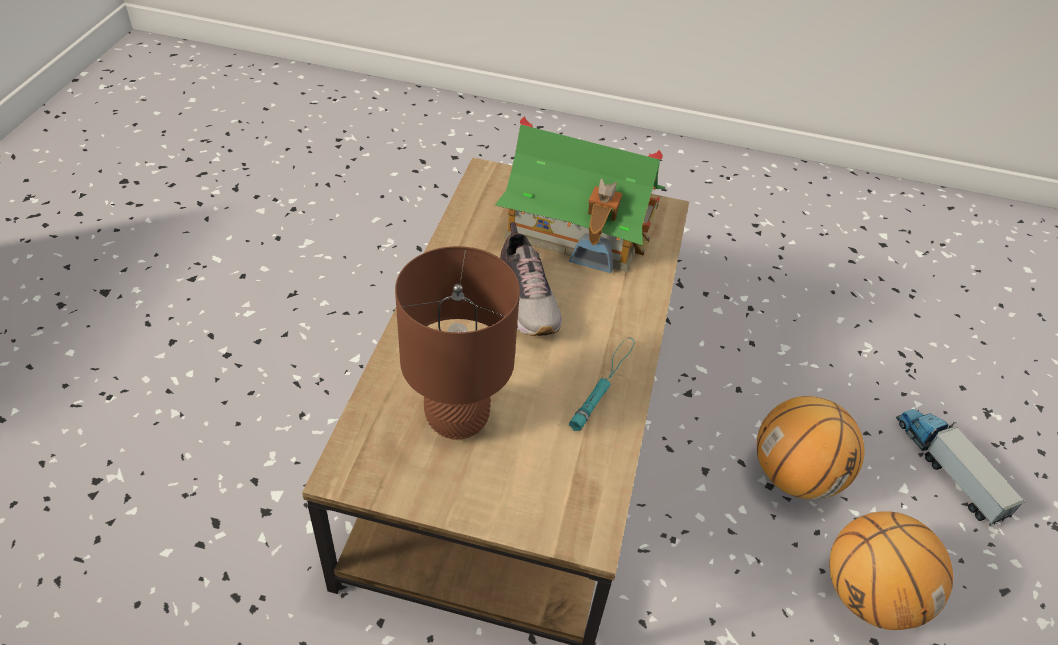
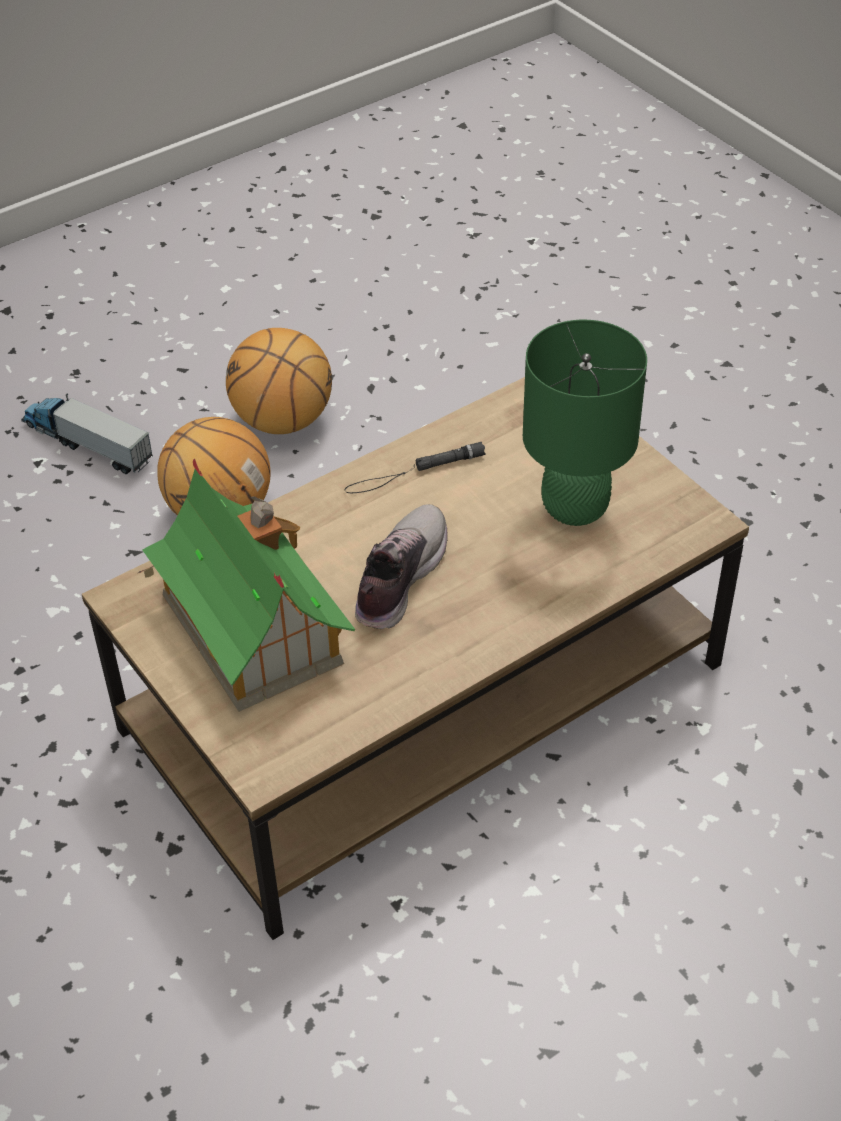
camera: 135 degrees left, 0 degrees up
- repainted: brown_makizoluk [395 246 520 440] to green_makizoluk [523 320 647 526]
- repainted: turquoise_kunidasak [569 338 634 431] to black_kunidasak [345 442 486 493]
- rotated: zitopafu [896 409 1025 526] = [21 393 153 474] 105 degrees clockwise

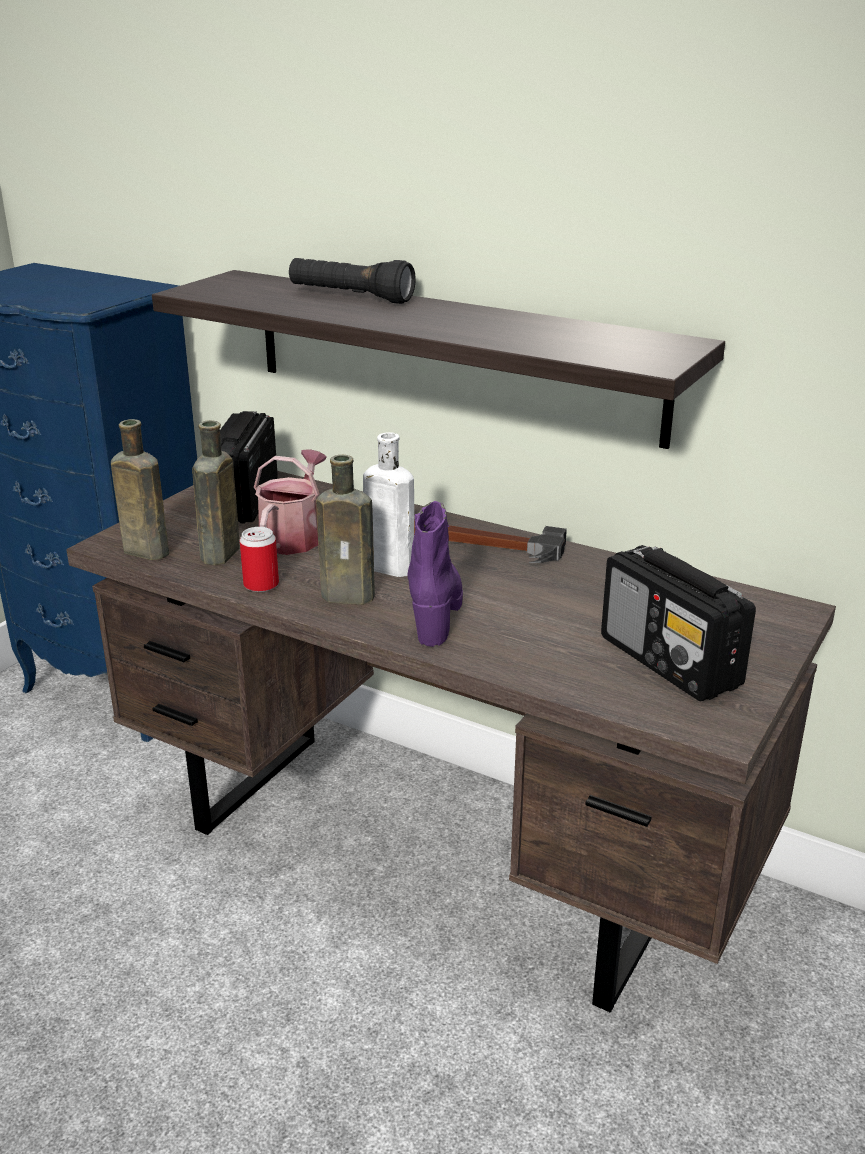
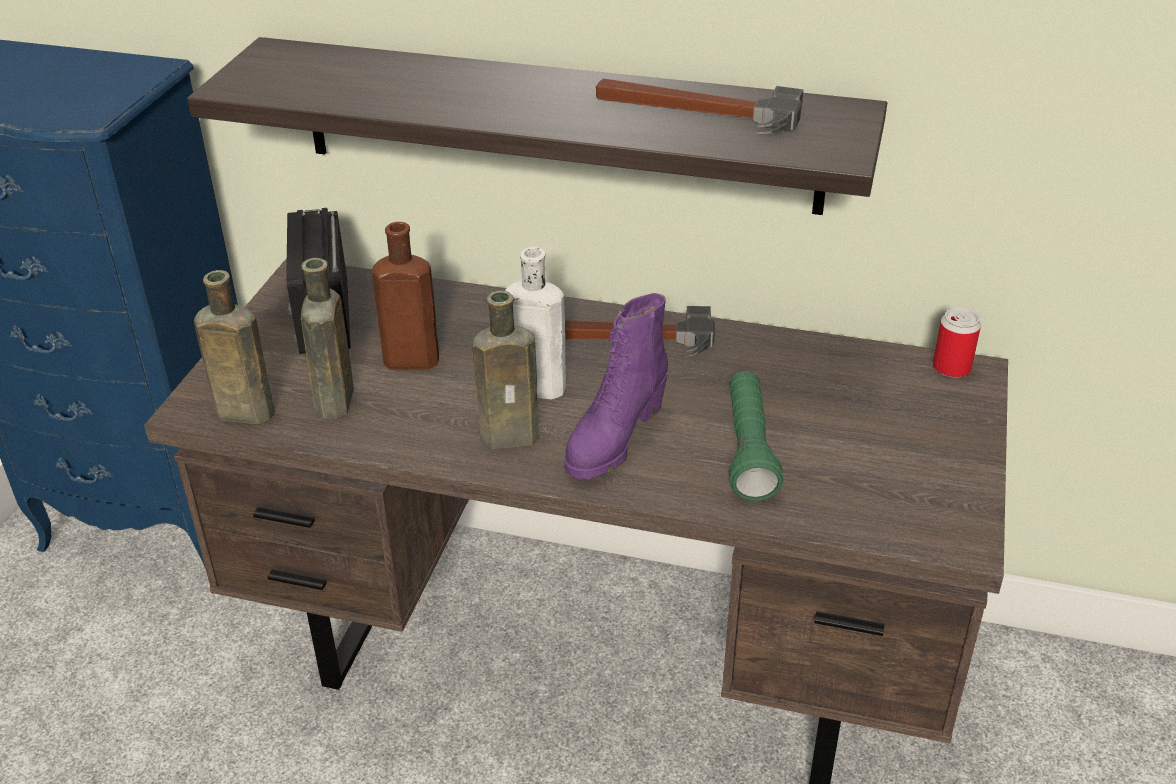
camera: 15 degrees left, 10 degrees up
- shifted: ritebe [239 527 279 592] to [933 307 981 378]
- swapped: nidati [254 449 327 555] to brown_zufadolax [372 222 439 370]
- gone: black_kunidasak [289 258 416 304]
- rotated: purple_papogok [408 501 463 647] = [564 293 668 479] 135 degrees counterclockwise
- gone: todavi [601 545 756 702]
- new: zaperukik [596 78 804 134]
- new: green_kunidasak [728 371 784 502]

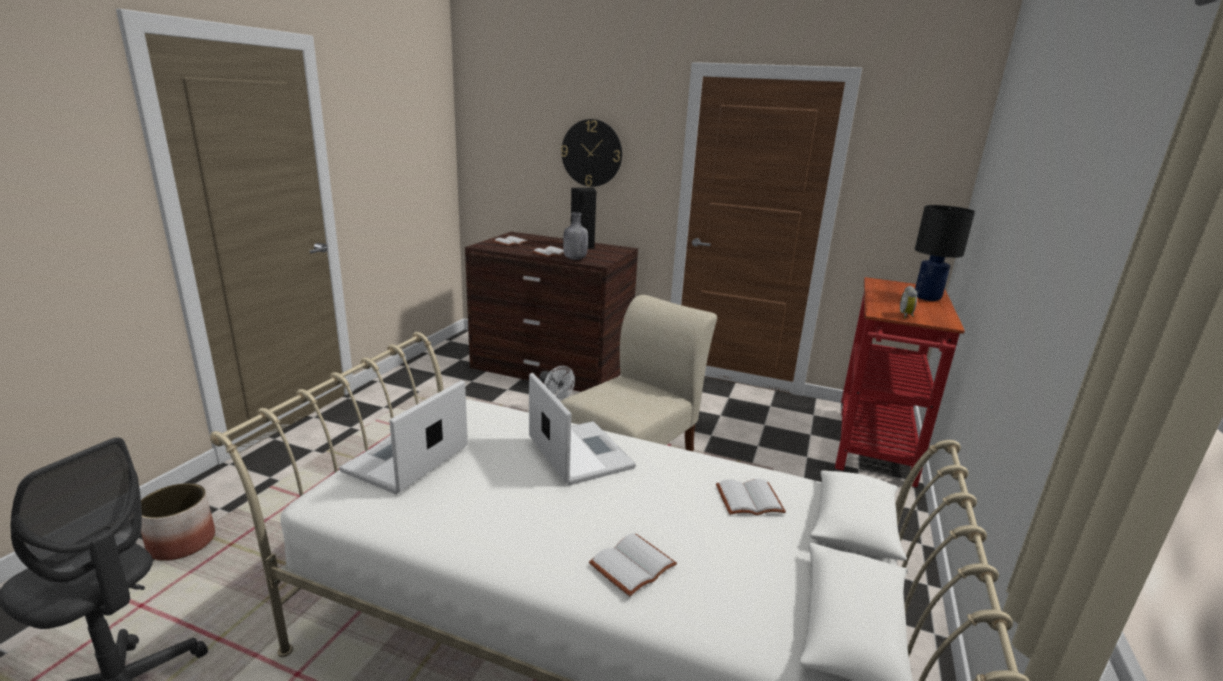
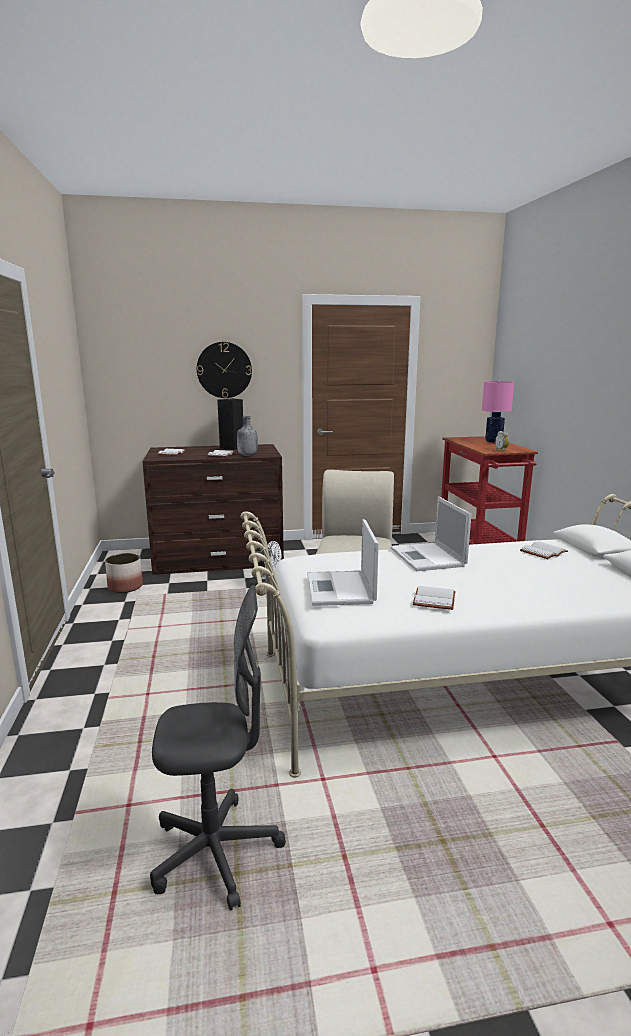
camera: 30 degrees left, 5 degrees down
- shifted: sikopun [141 483 215 561] to [105 553 143 593]
- rotated: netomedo [529 373 636 485] = [390 496 471 571] 135 degrees counterclockwise
- shifted: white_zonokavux [589 533 677 596] to [413 586 455 610]
- repainted: black_makizoluk [915 205 975 301] to pink_makizoluk [482 381 514 443]

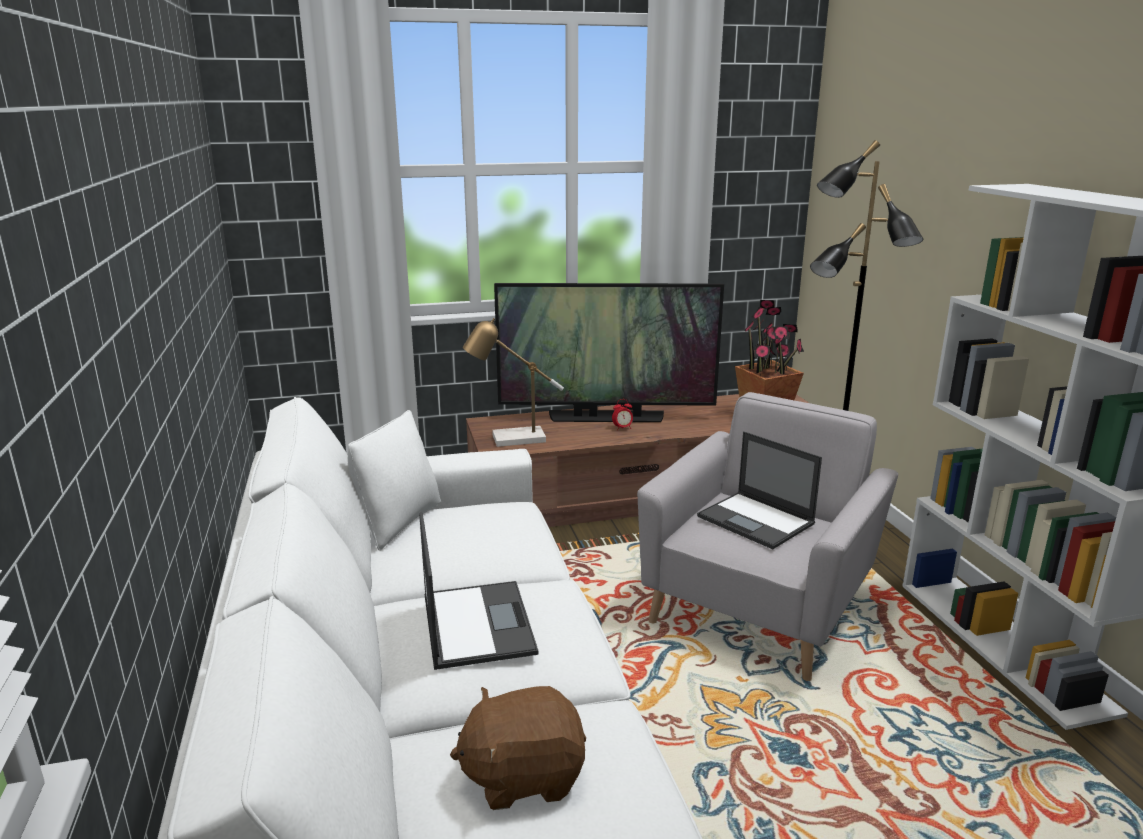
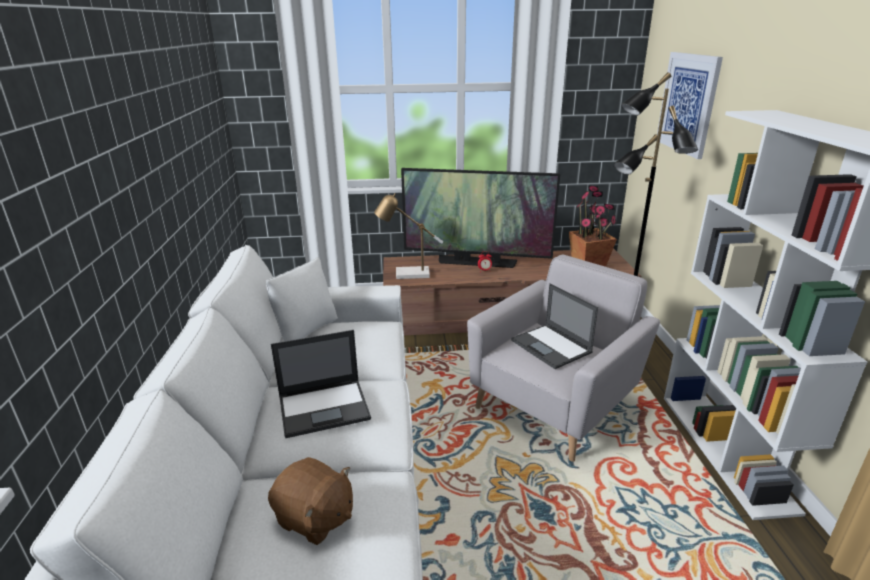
camera: 10 degrees right, 5 degrees up
- rotated: netomedo [419 512 538 670] = [271 330 371 438] 75 degrees clockwise
- rotated: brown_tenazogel [450 686 586 810] = [268 457 353 545] 150 degrees counterclockwise
- new: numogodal [656 52 723 159]

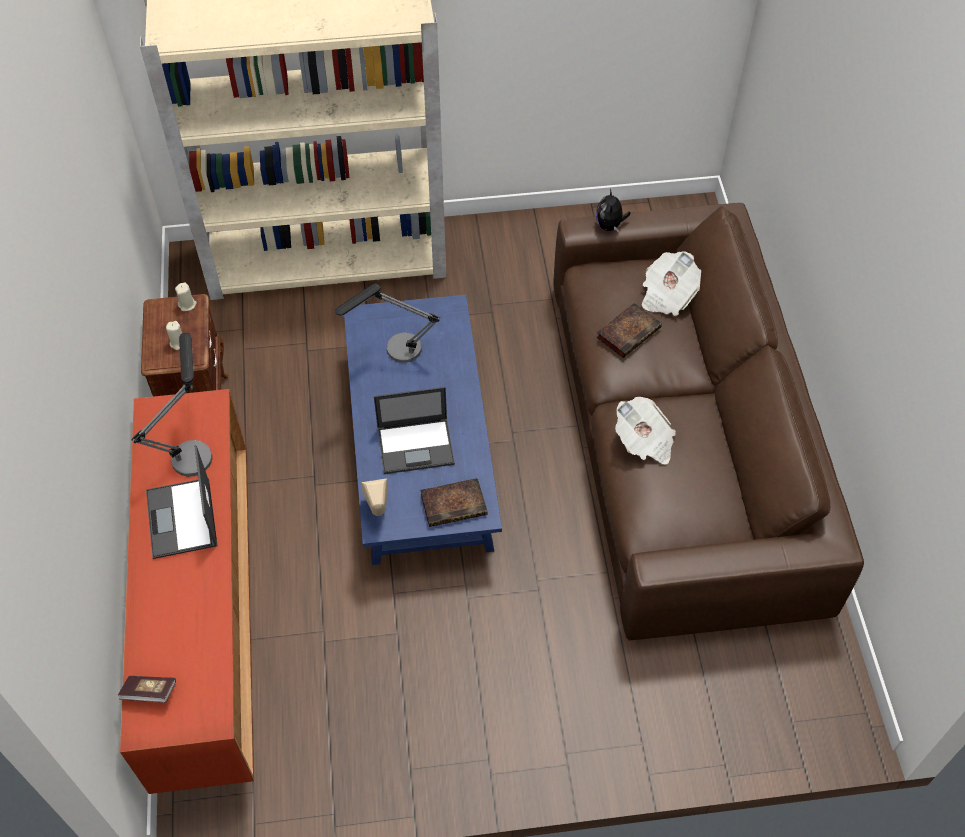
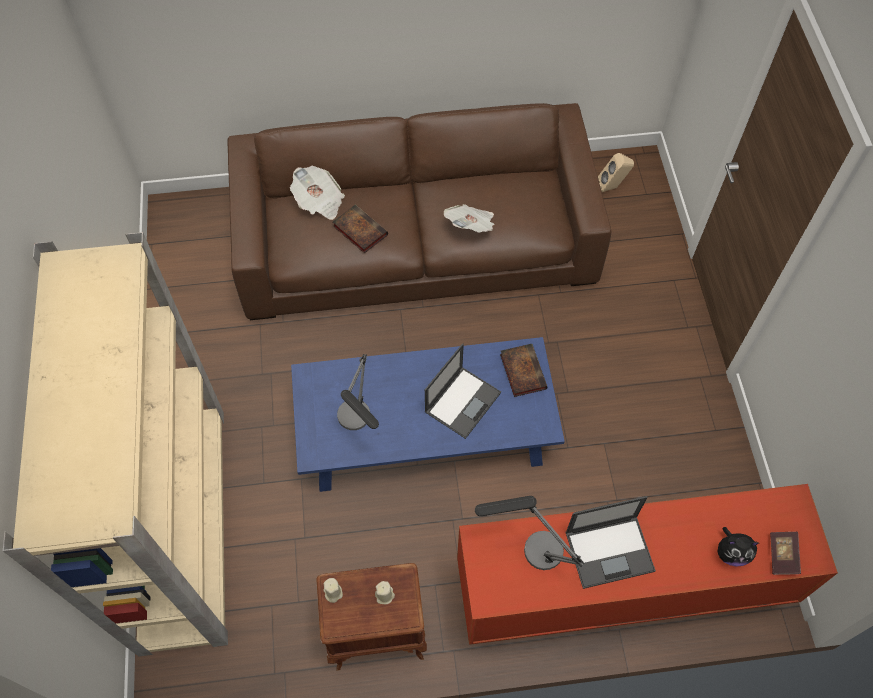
camera: 90 degrees left, 5 degrees up
- shifted: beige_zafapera [362 478 388 516] to [598 153 634 192]
- rotated: netomedo [374 387 455 474] = [425 343 501 439] 45 degrees clockwise
- shifted: tenazogel [596 188 631 233] to [717 527 759 567]

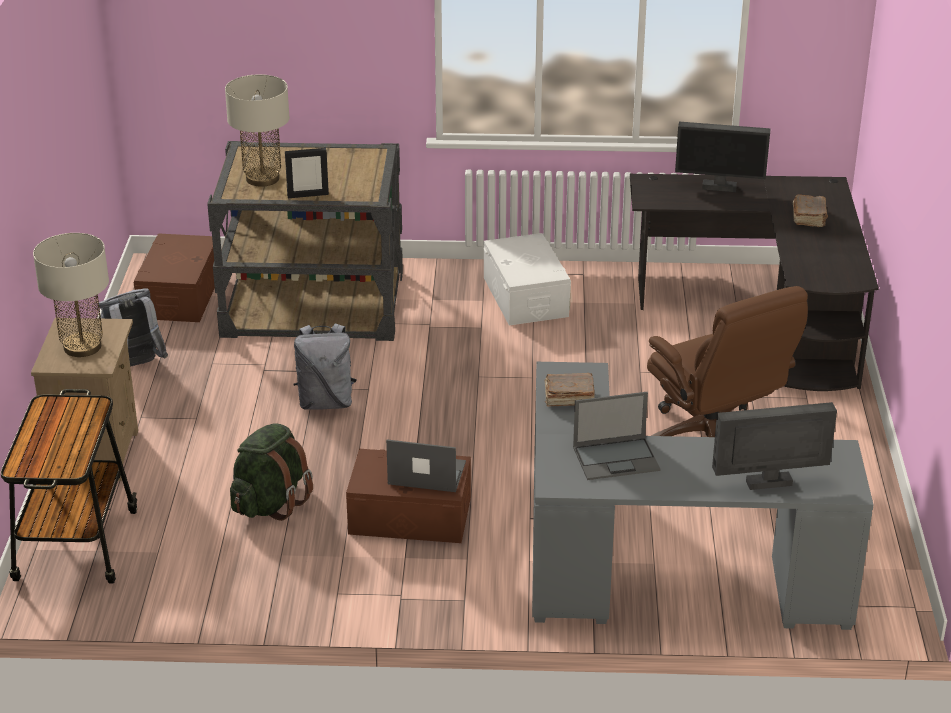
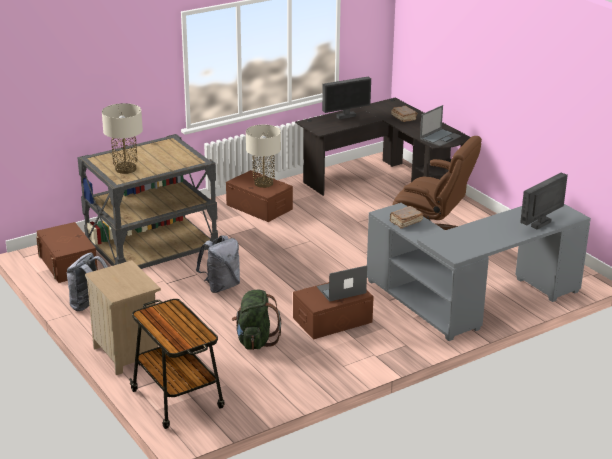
camera: 35 degrees left, 5 degrees down
- shifted: makizoluk [33 233 109 357] to [246 125 281 188]
- gone: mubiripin [285 148 329 198]
- repainted: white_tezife [483 233 571 325] to brown_tezife [226 170 293 222]
- shifted: netomedo [573 392 660 480] to [420 105 461 147]

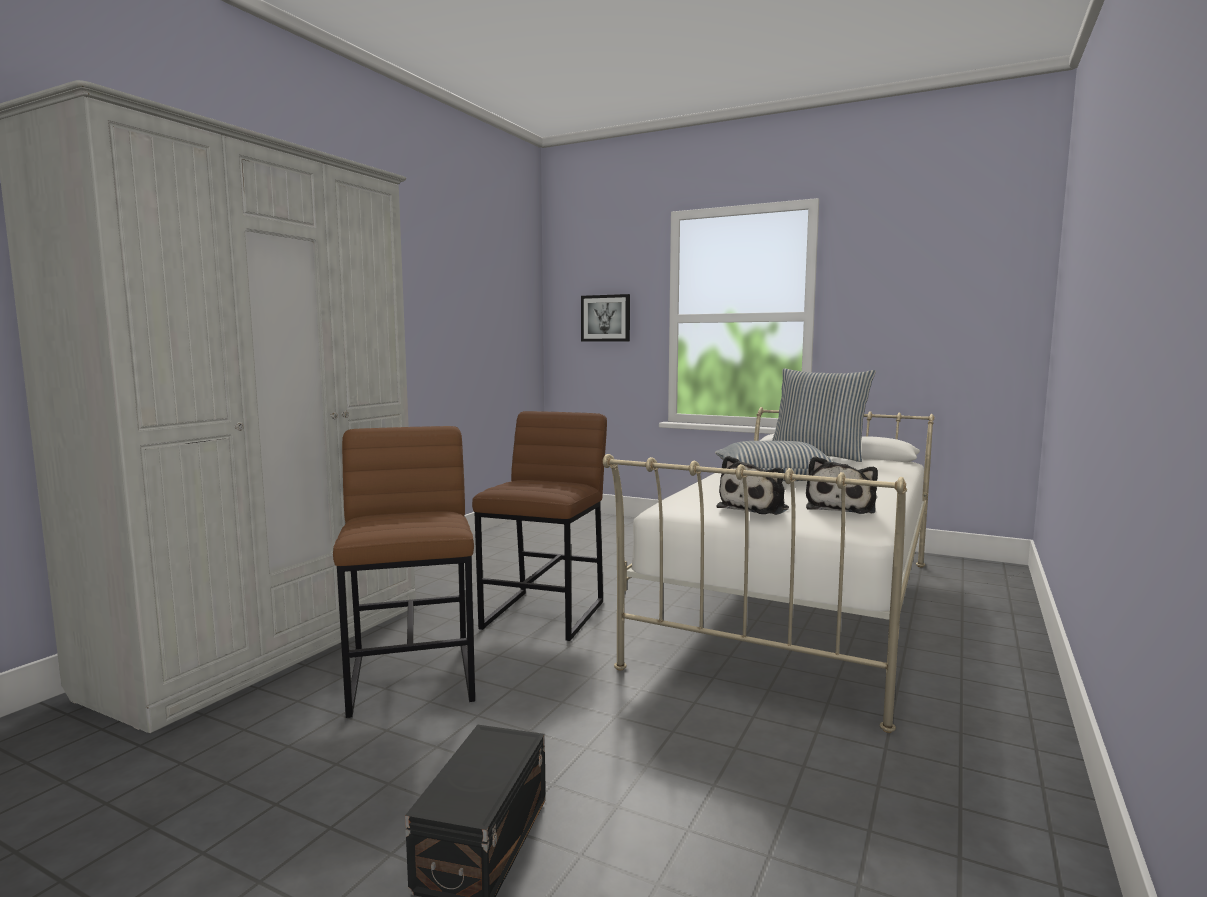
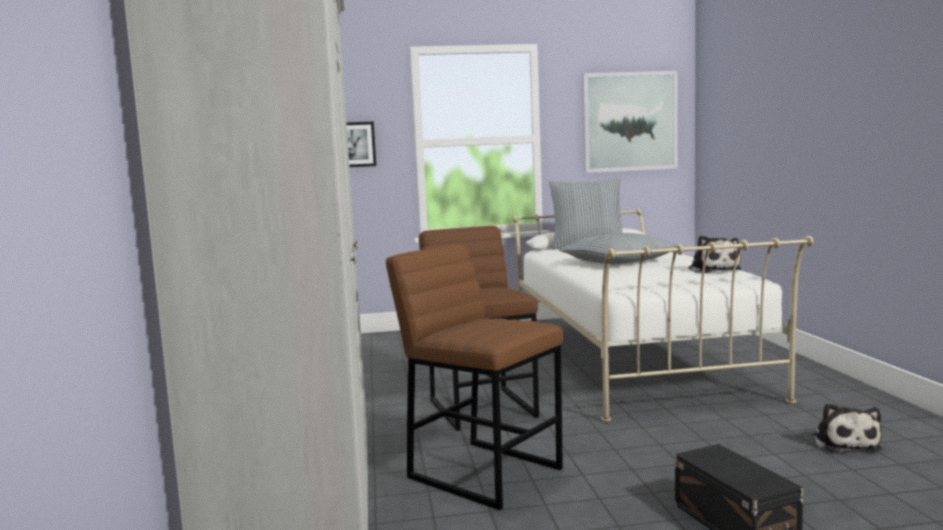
camera: 35 degrees left, 0 degrees up
- shifted: tenazogel [716 456 789 515] to [812 403 882 452]
- new: numogodal [582 71 678 173]

